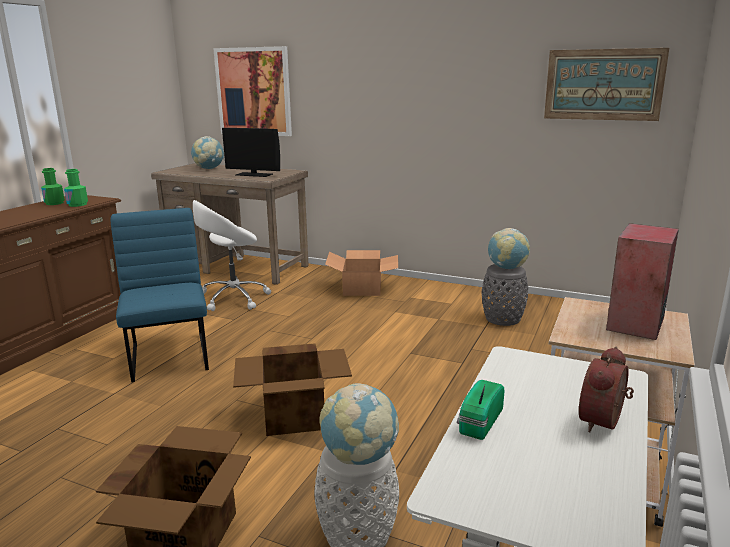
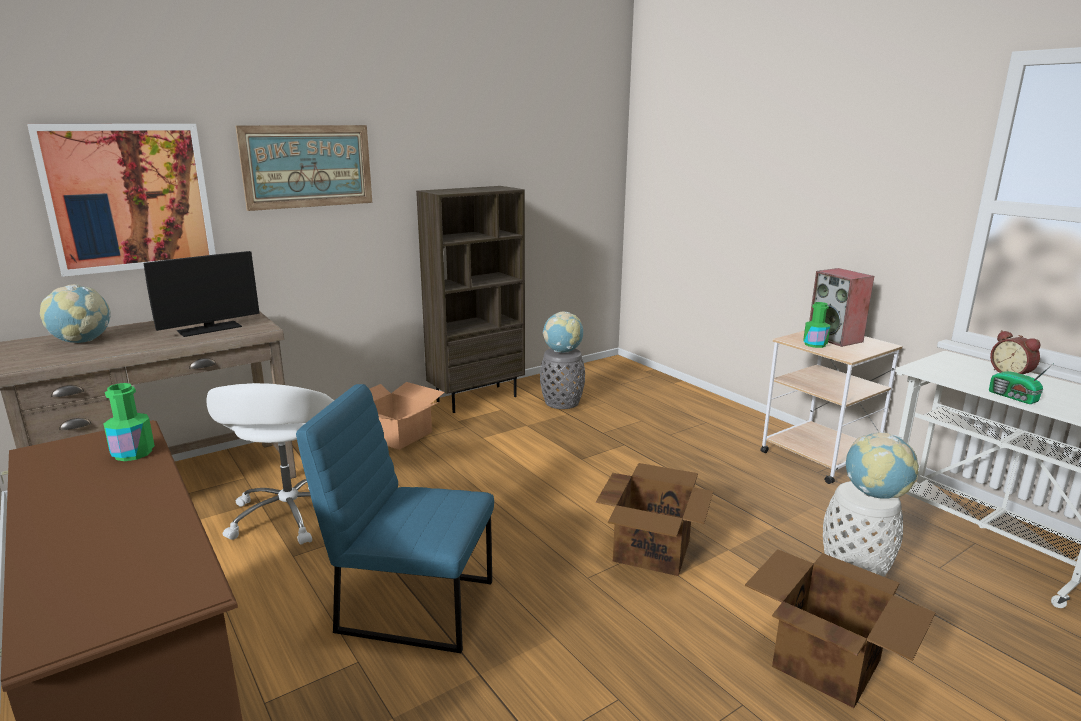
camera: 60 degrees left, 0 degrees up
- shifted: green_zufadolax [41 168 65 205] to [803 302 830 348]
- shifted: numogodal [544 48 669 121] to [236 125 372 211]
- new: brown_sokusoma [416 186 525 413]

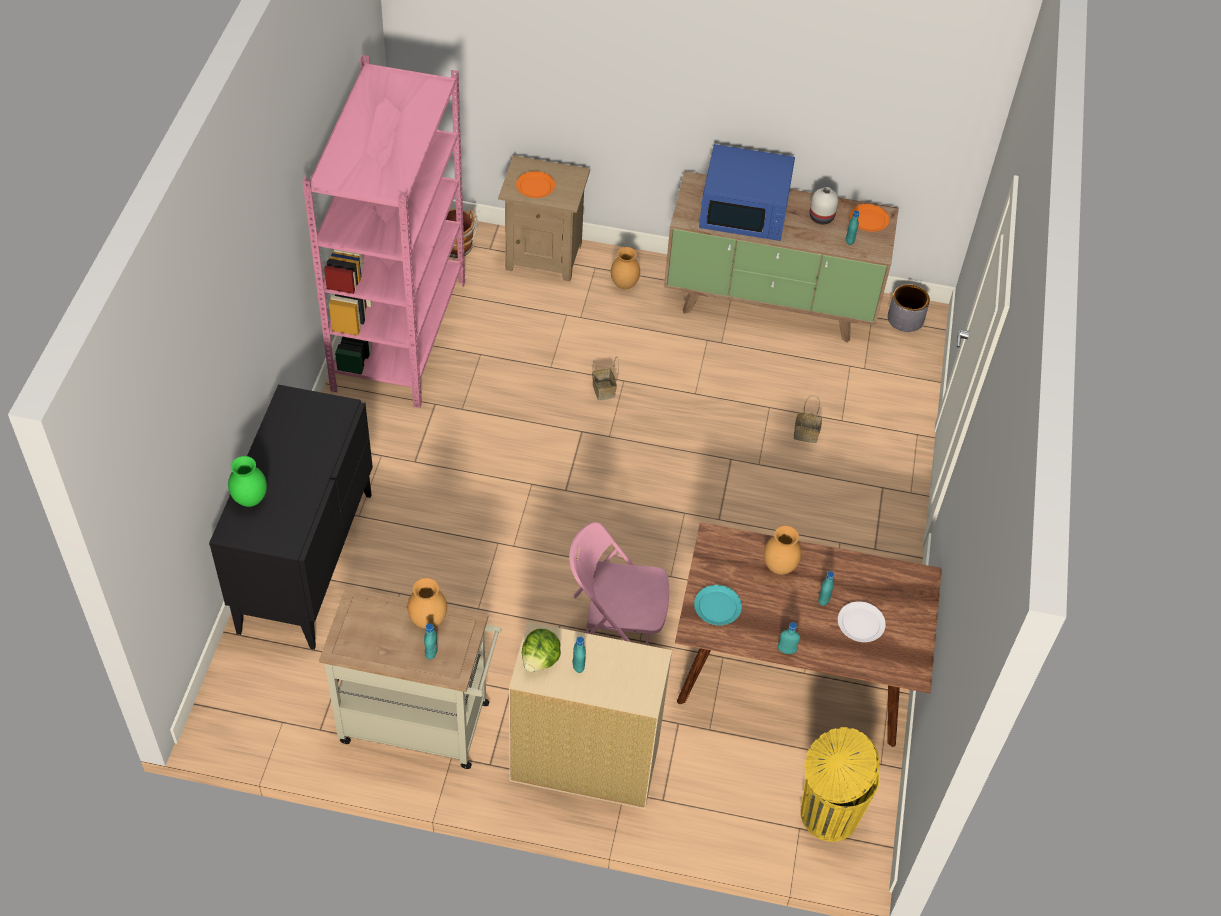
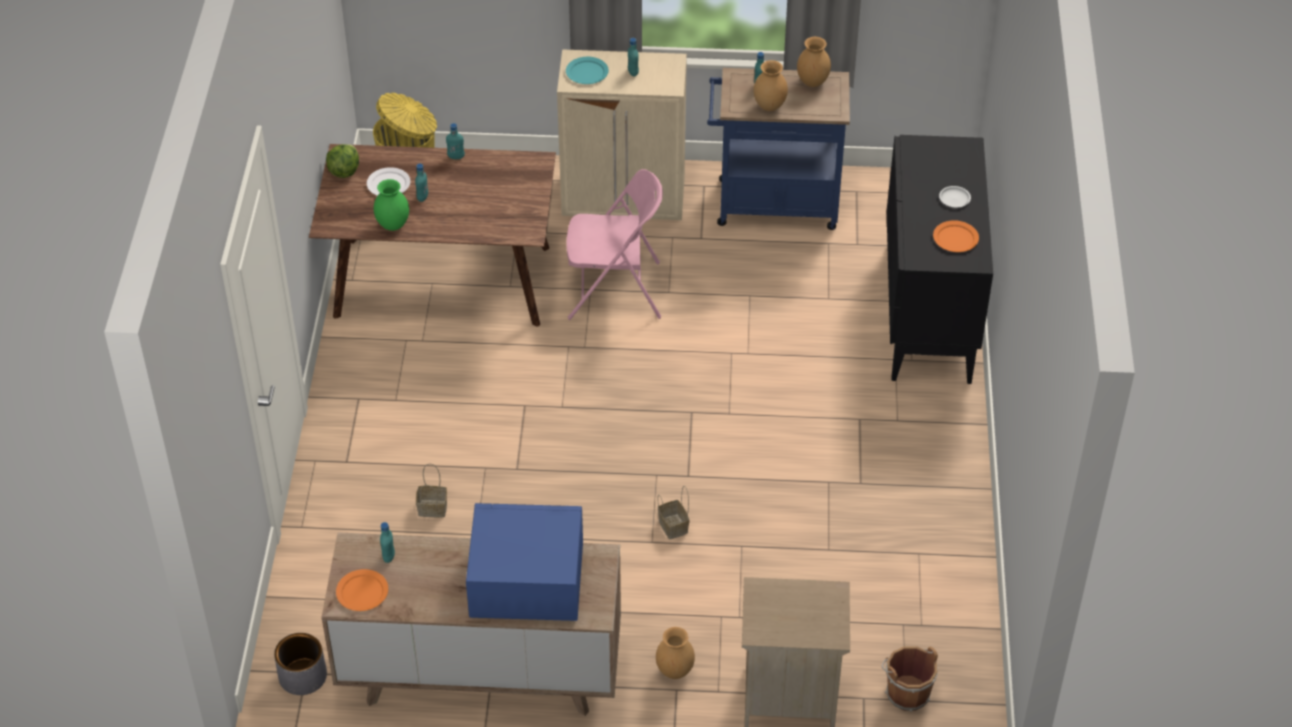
camera: 175 degrees right, 5 degrees down
- shifted: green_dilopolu [228 456 267 507] to [374 179 409 231]
- gone: pink_sokusoma [302 55 465 408]
- repainted: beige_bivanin [319 587 502 769] to blue_bivanin [707 68 850 230]
- shifted: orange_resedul [516 171 555 198] to [933 220 979 252]
- shifted: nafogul [522 629 561 672] to [326 144 359 178]
- shifted: turquoise_resedul [694 585 742 625] to [566 57 609 84]
- shifted: brown_dilopolu [764 526 801 575] to [797 37 831 87]
- gone: white_dilopolu [810 187 838 225]
- new: white_resedul [939 186 971 207]

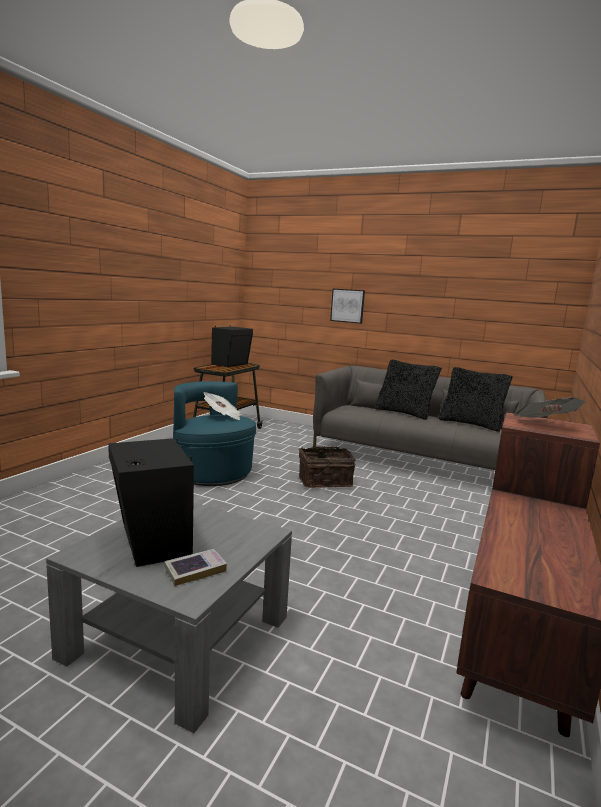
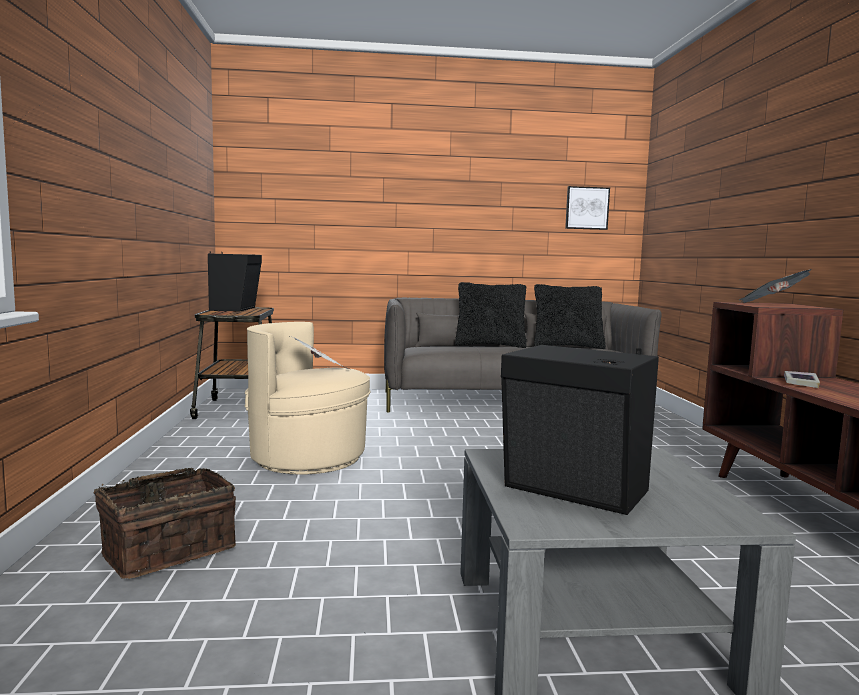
camera: 30 degrees left, 5 degrees down
- shifted: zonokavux [164 549 227 586] to [784 371 820 388]
- repainted: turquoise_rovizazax [173 381 256 486] to beige_rovizazax [245 322 371 475]
- shifted: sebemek [299 447 355 488] to [93 468 236 579]
- shifted: numogodal [330 289 365 324] to [565 186 610 230]

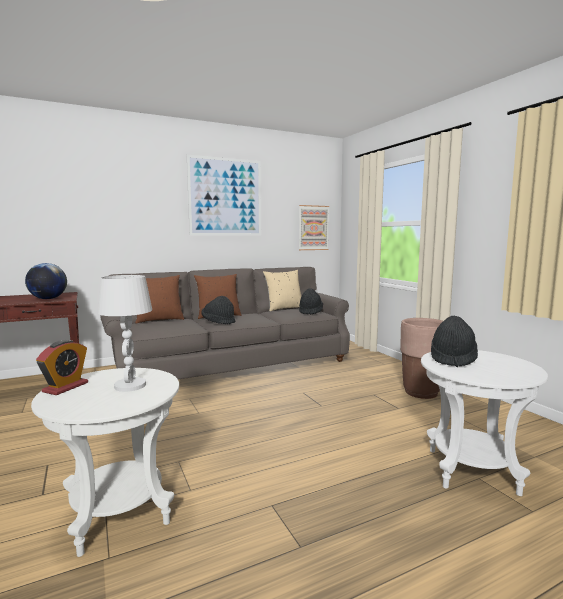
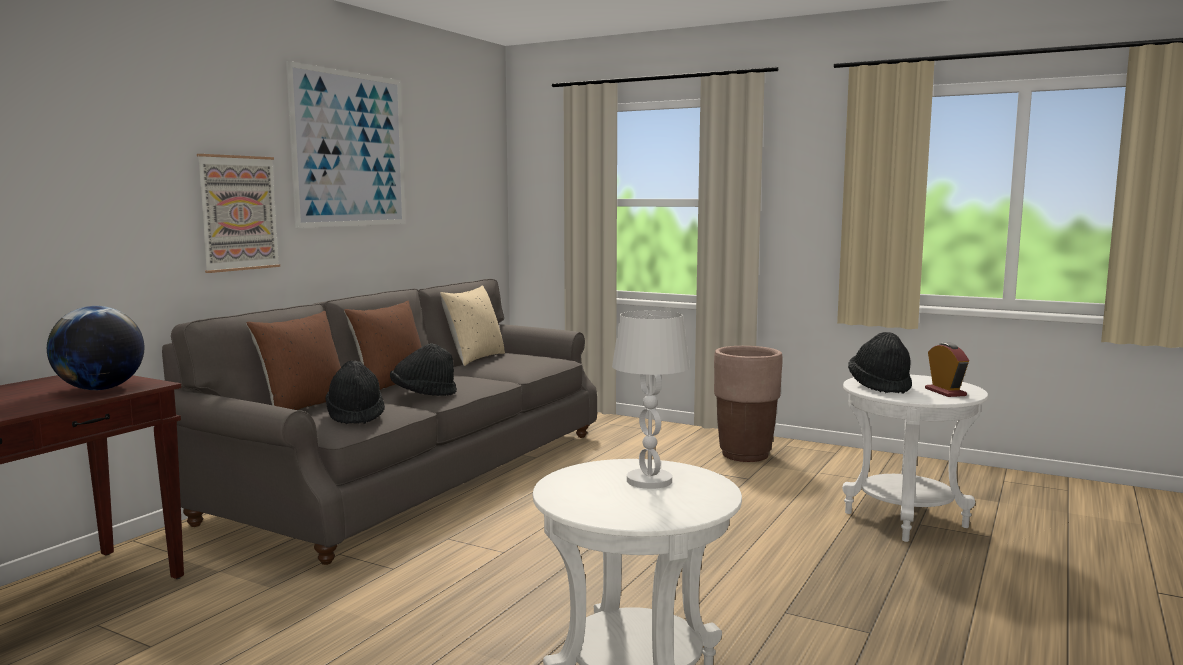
camera: 35 degrees left, 0 degrees up
- shifted: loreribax [36 340 88 395] to [925 343 969 397]
- shifted: numogodal [299 205 329 250] to [197 154 280 273]
- shifted: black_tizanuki [299 288 323 315] to [325 361 385 424]

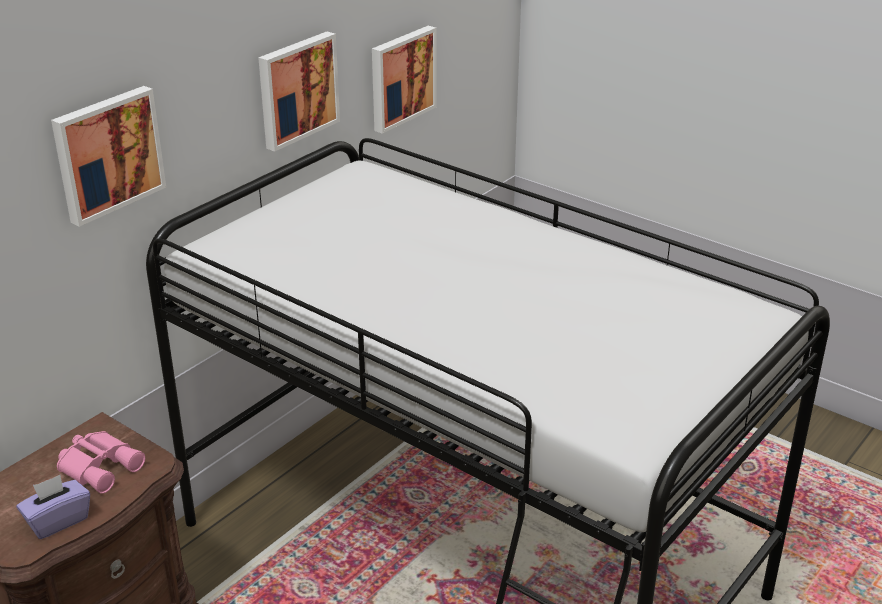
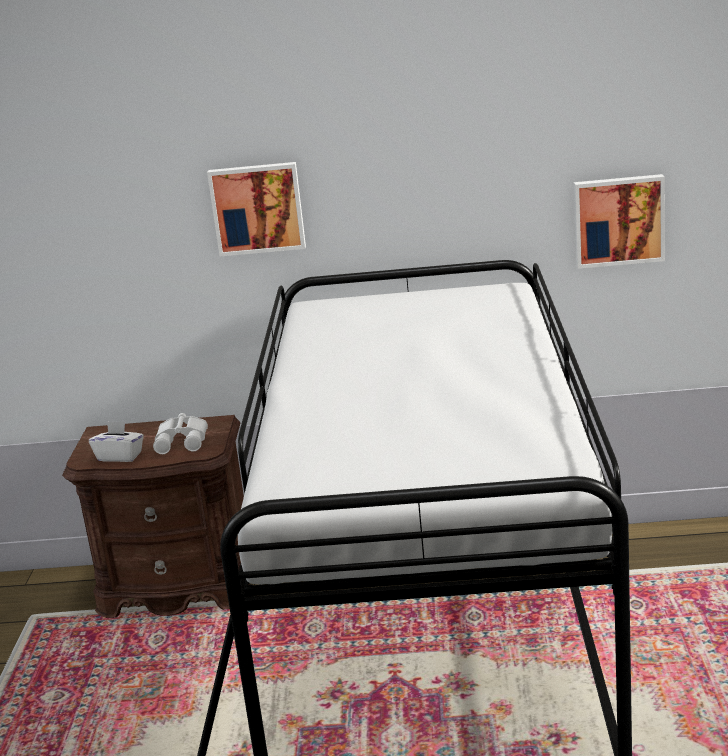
camera: 55 degrees right, 10 degrees down
- repainted: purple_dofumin [16 475 90 539] to white_dofumin [89 421 144 462]
- repainted: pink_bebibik [57 431 145 494] to white_bebibik [153 413 208 454]
- gone: numogodal [258 31 340 152]

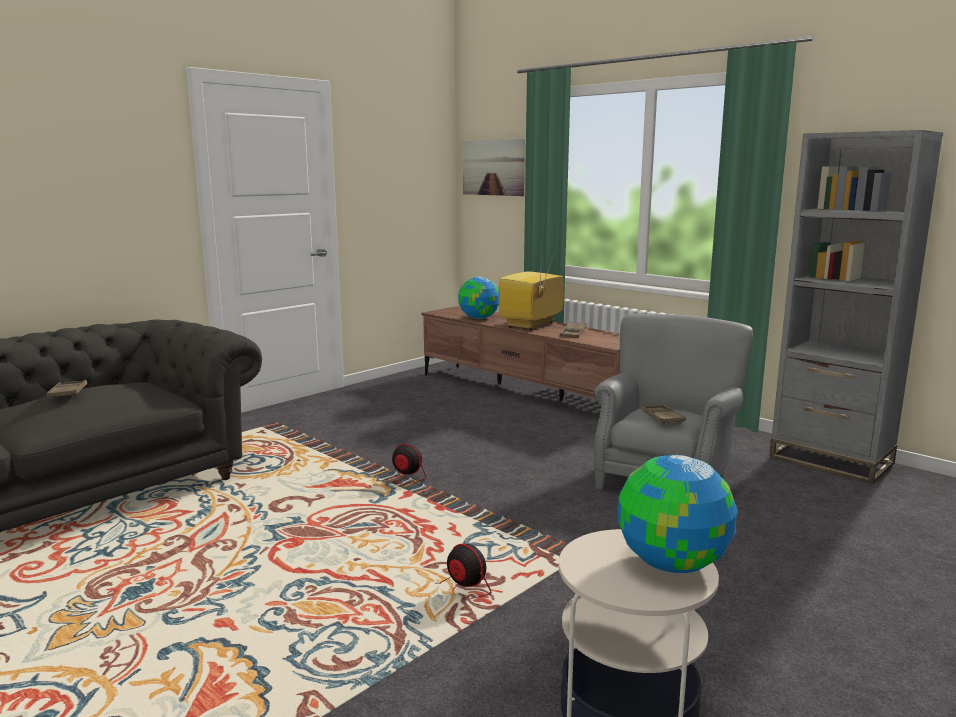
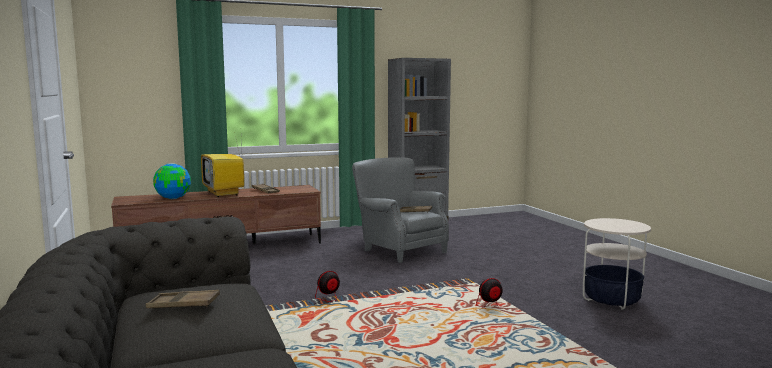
camera: 65 degrees left, 5 degrees down
- gone: numogodal [463 138 525 196]
- gone: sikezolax [618 455 737 573]

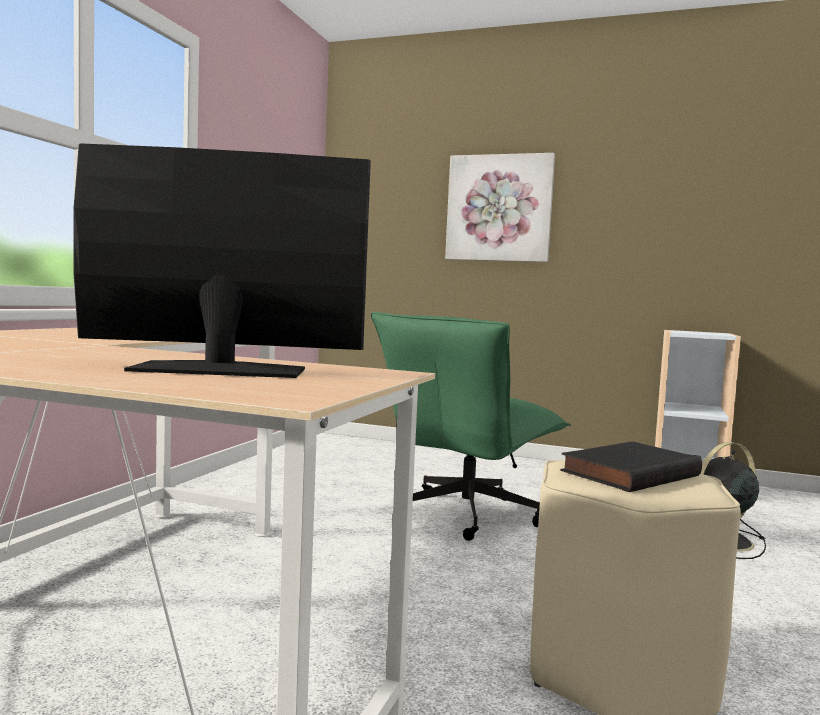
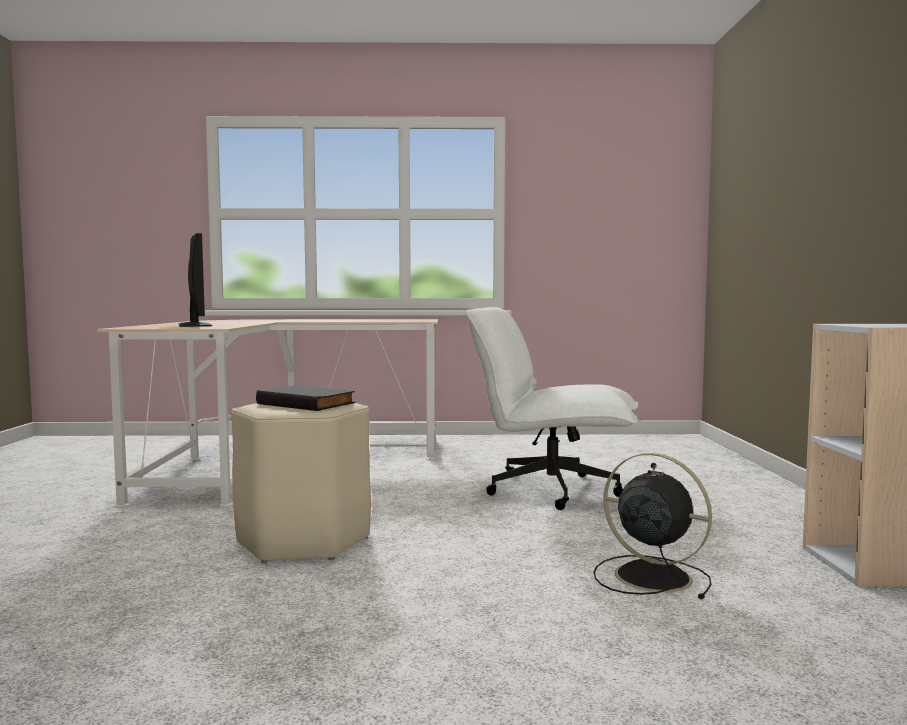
camera: 70 degrees right, 0 degrees up
- repainted: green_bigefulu [371 312 571 541] to white_bigefulu [466 306 638 510]
- gone: numogodal [445 153 555 262]

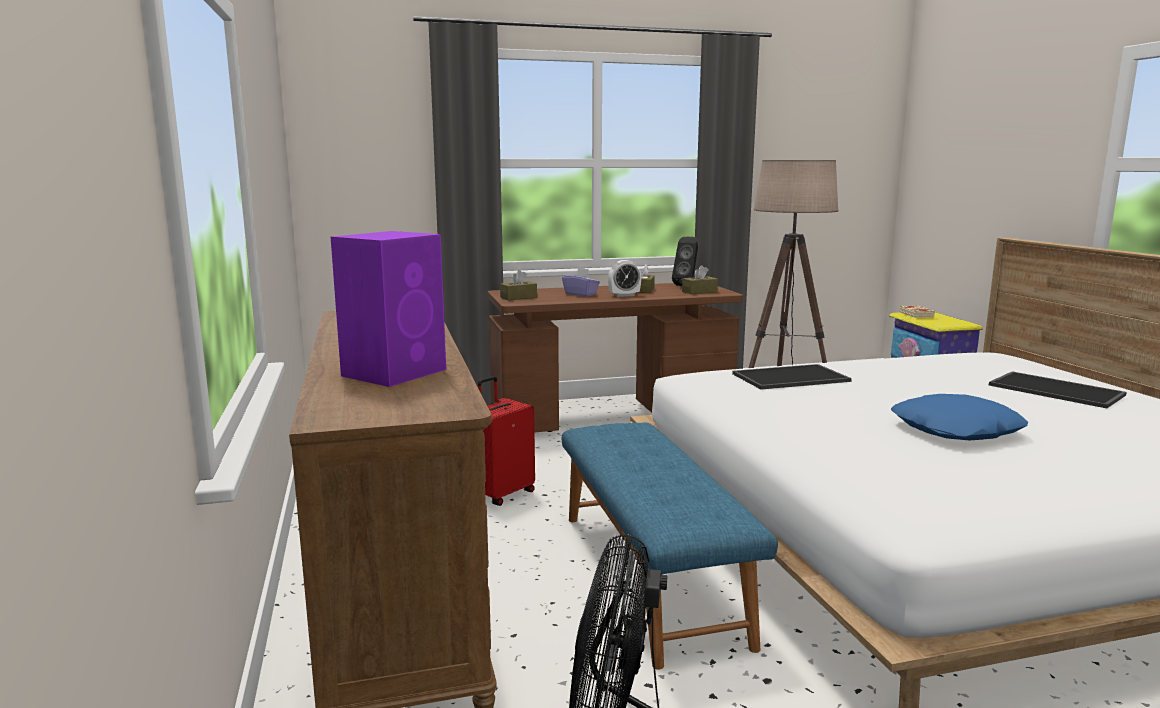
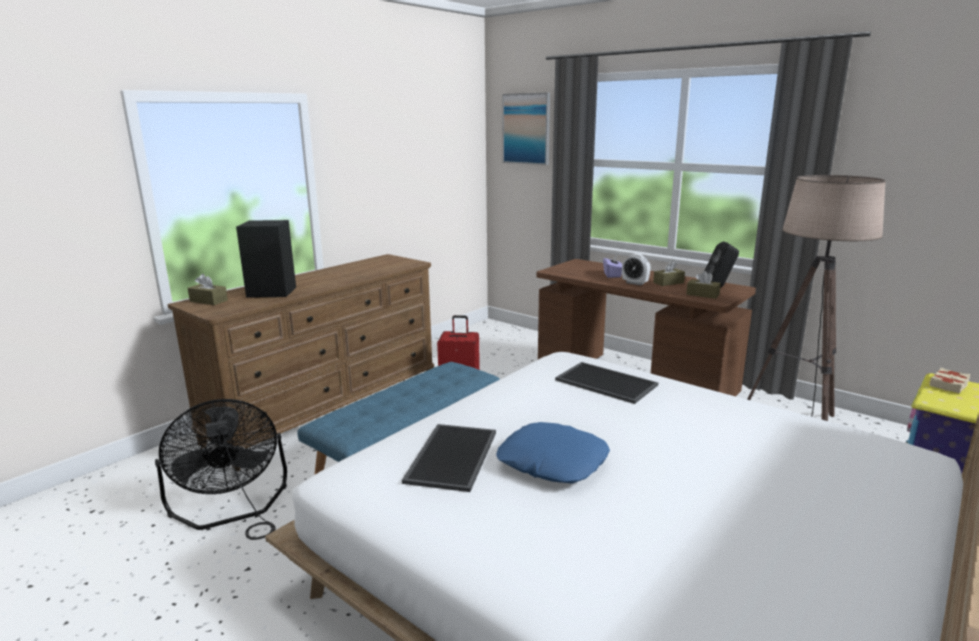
camera: 55 degrees right, 5 degrees up
- repainted: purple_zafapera [331 231 446 387] to black_zafapera [236 220 296 298]
- shifted: brown_dofumin [500 270 537 300] to [188 274 228 305]
- shifted: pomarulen [989 371 1127 408] to [402 424 496 492]
- new: numogodal [502 92 550 165]

